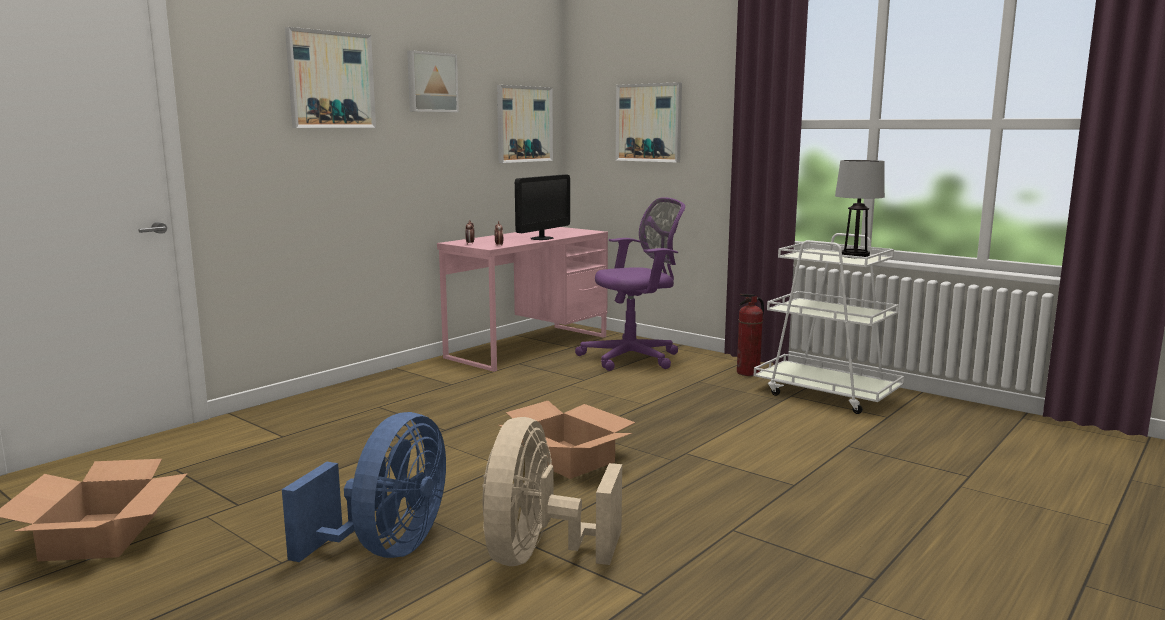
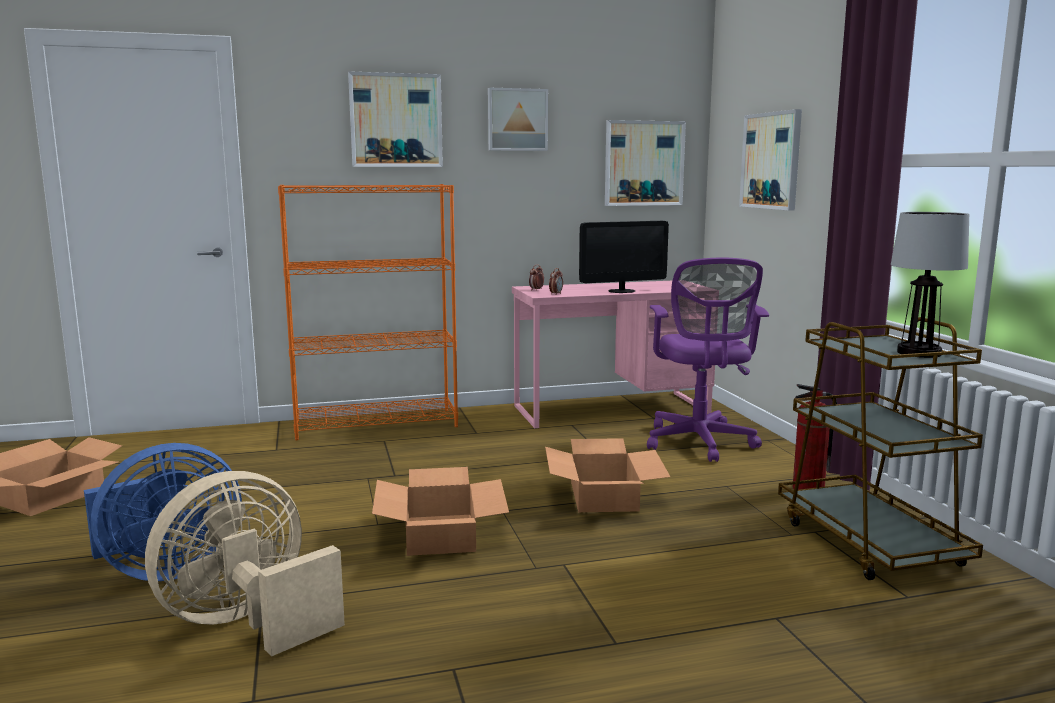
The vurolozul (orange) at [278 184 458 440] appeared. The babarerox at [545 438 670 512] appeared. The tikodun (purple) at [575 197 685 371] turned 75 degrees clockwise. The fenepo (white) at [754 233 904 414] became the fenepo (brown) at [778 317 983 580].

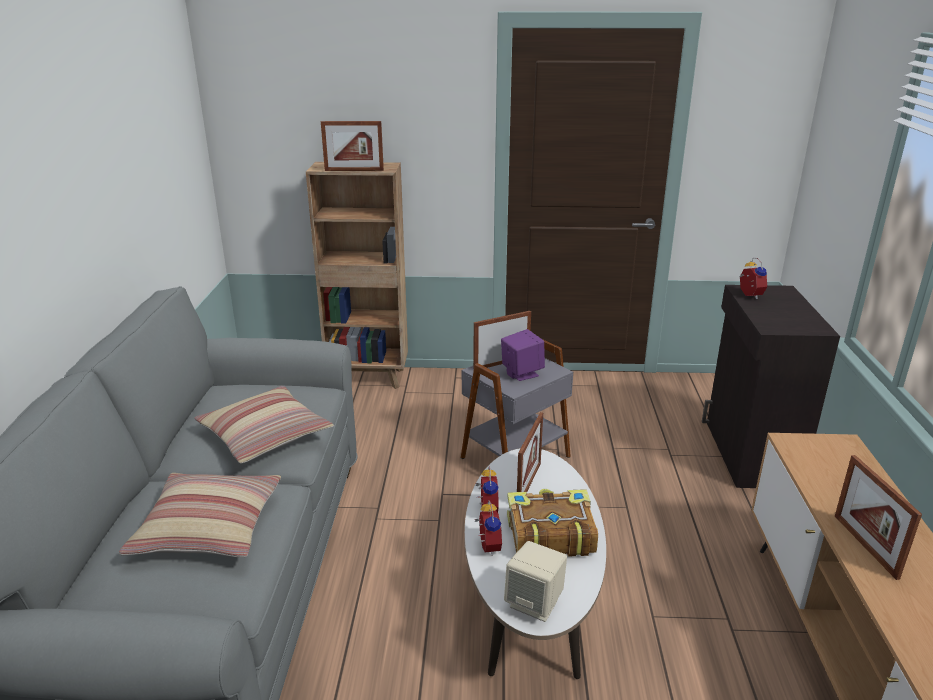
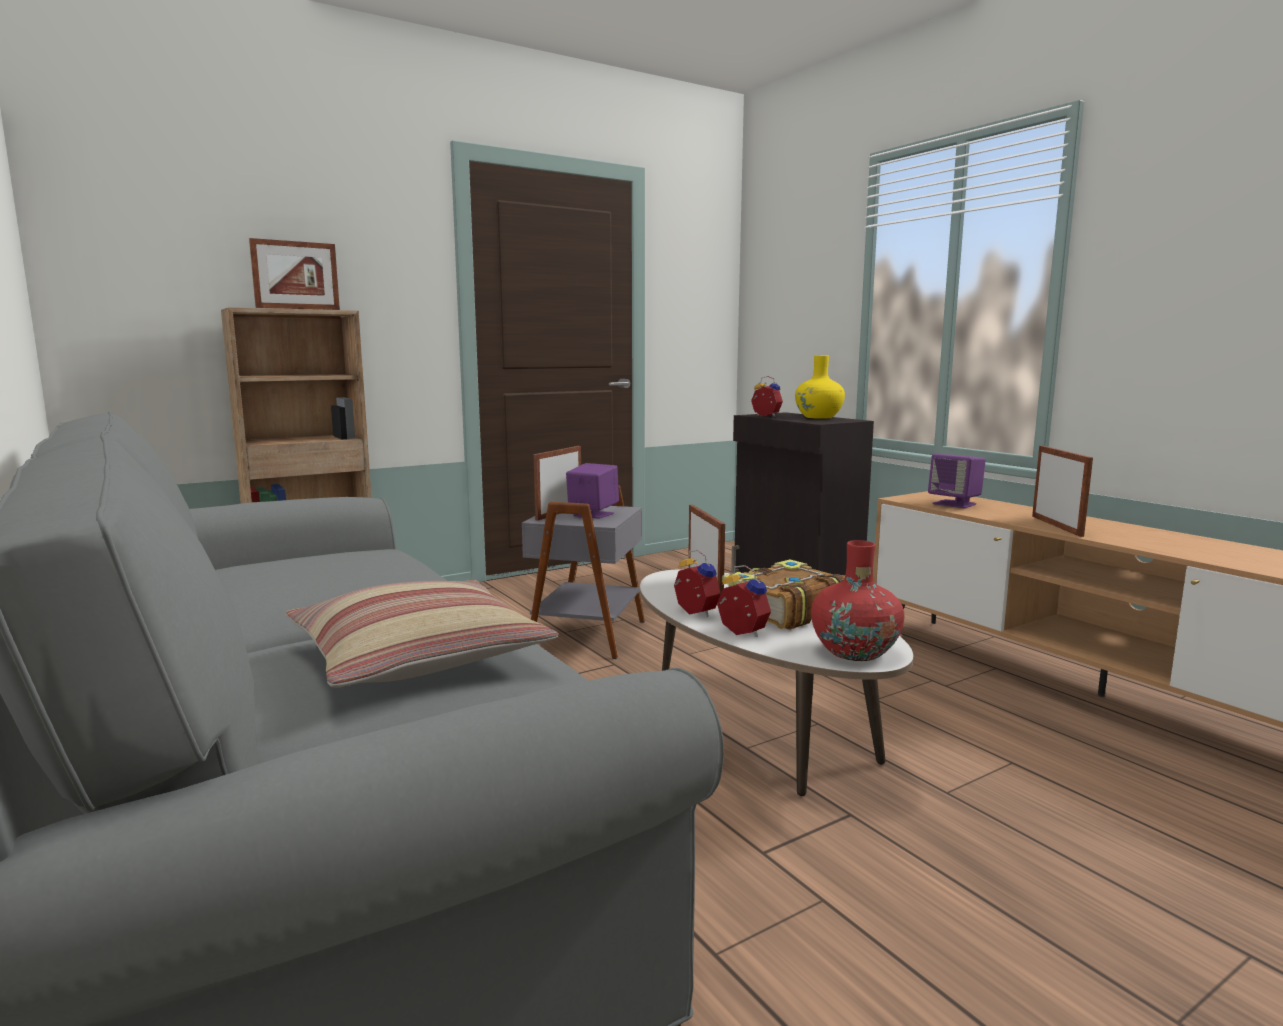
The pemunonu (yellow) at [795 355 845 419] appeared. The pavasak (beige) at [504 541 567 622] was replaced by the pemunonu (red) at [811 540 904 661]. The pavasak (purple) at [928 454 986 509] appeared. The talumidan at [835 455 922 580] turned 135 degrees counterclockwise. The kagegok at [194 386 334 463] disappeared.

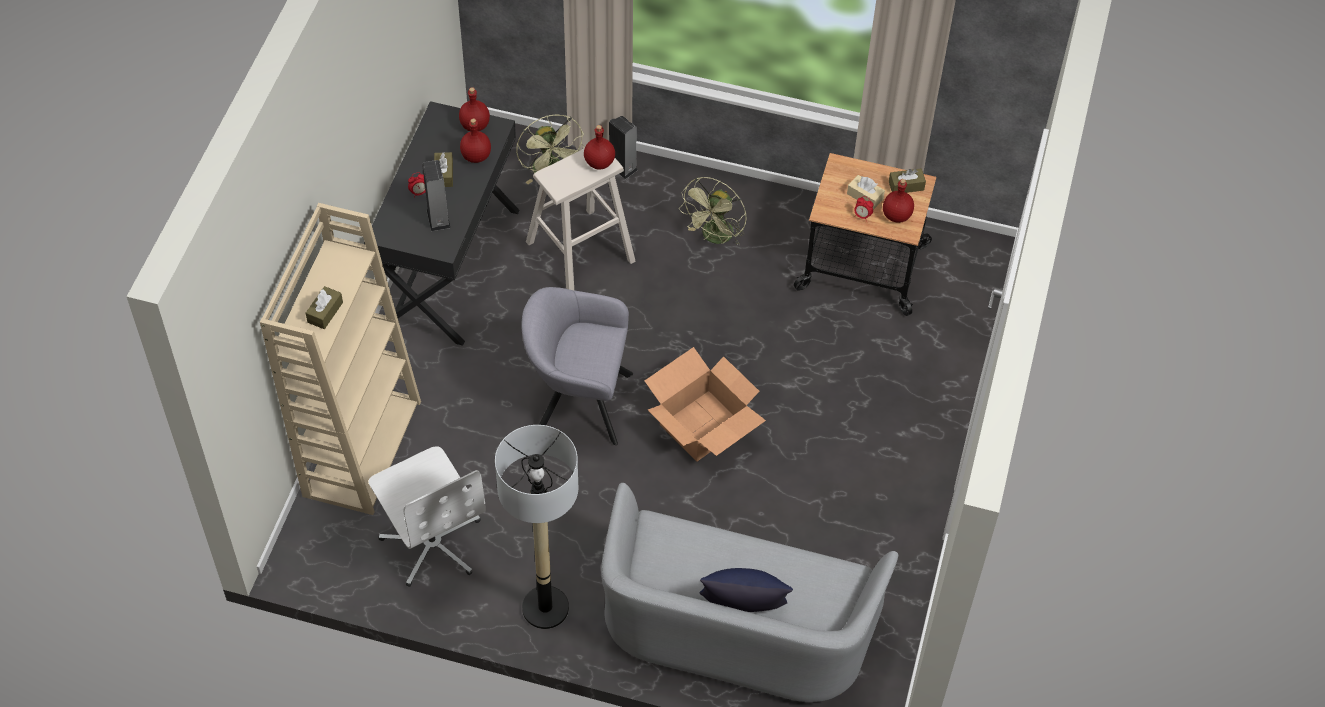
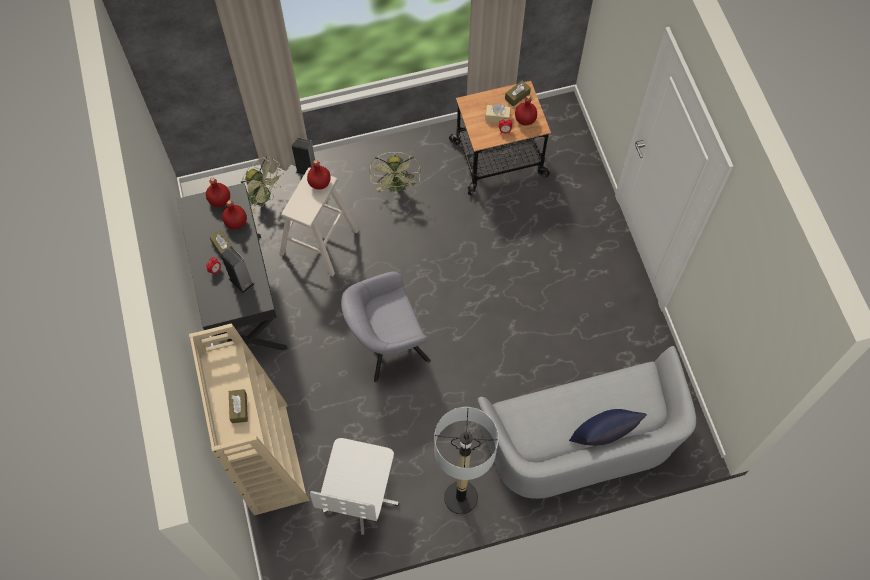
The tikodun (white) at [368 447 486 587] turned 75 degrees clockwise. The babarerox at [645 347 766 461] disappeared.

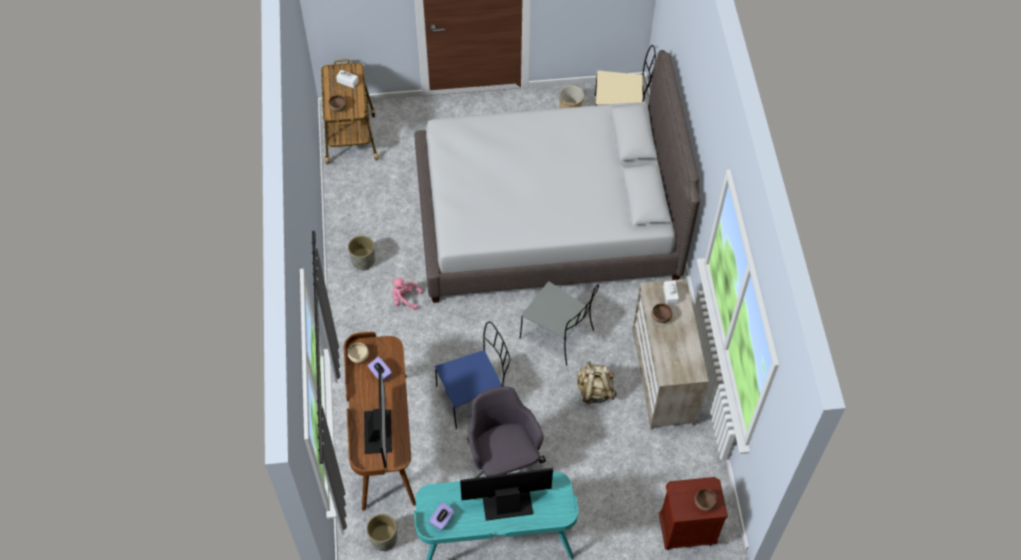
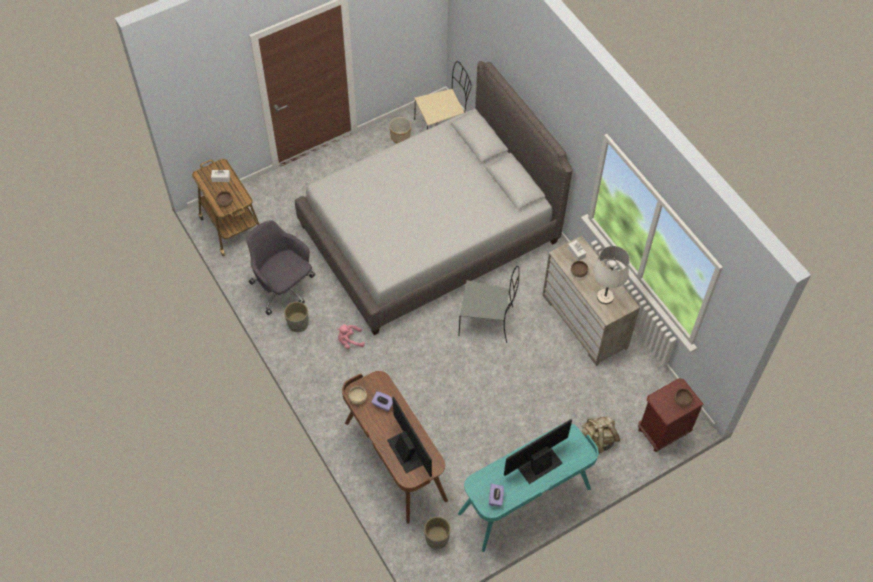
The tikodun (grey) moved from [467 386 546 478] to [247 220 315 315]. The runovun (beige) moved from [577 361 617 404] to [582 416 620 453]. The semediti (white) at [593 246 630 304] appeared. The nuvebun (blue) at [435 322 510 429] disappeared.

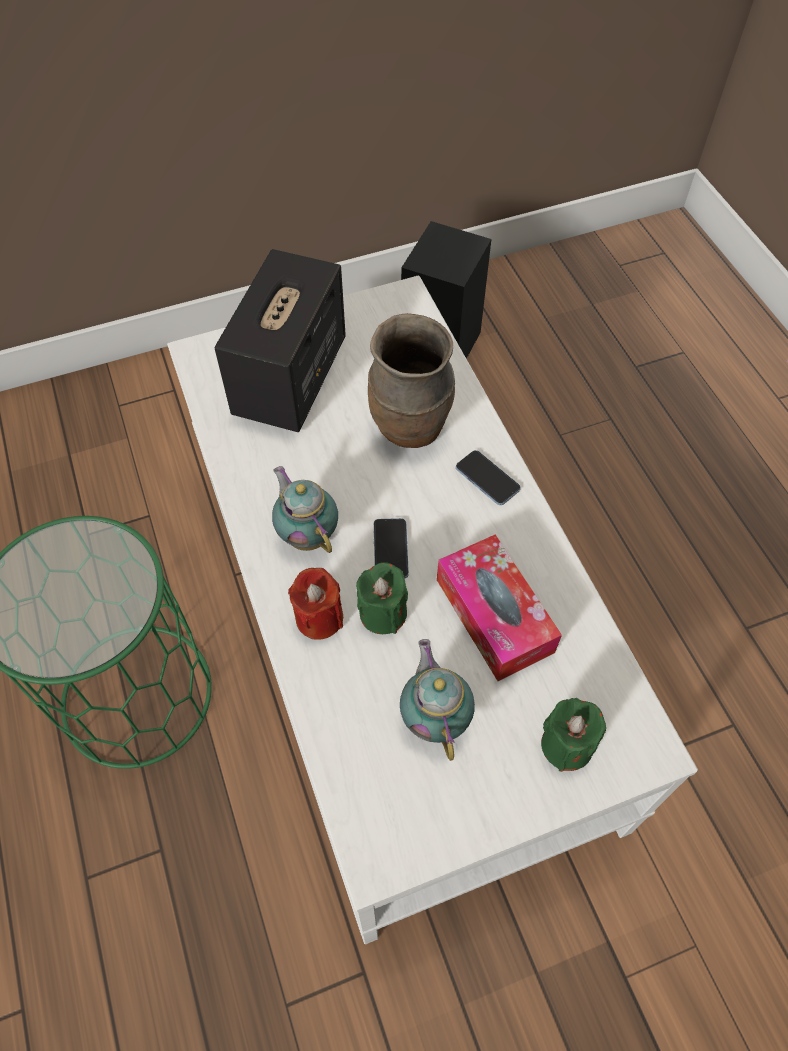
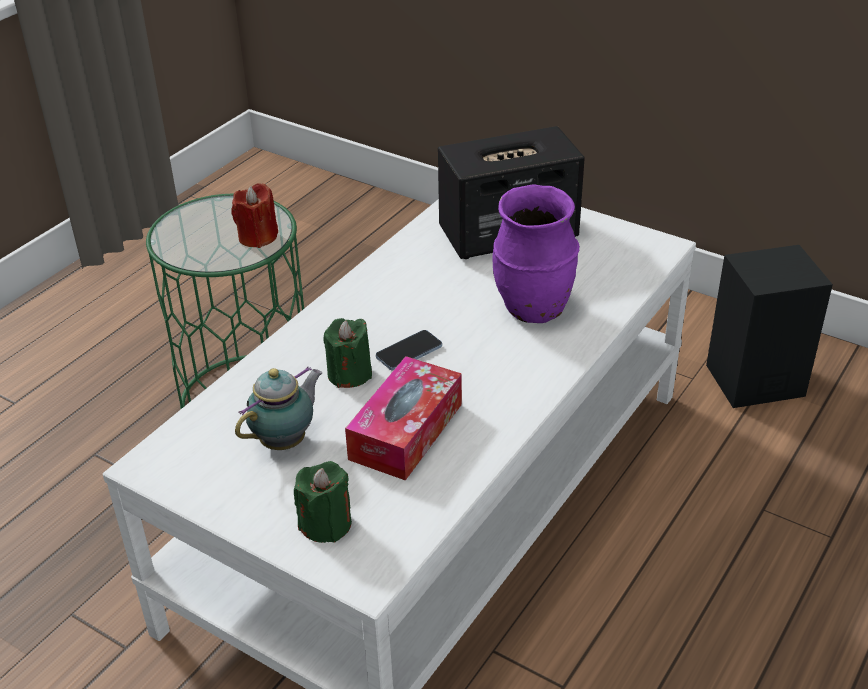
The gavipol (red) moved from [288 568 343 640] to [232 183 278 248]. The pemunonu (brown) at [368 313 455 448] became the pemunonu (purple) at [493 184 580 323]. The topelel at [272 466 338 553] disappeared. The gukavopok at [456 450 521 505] disappeared.

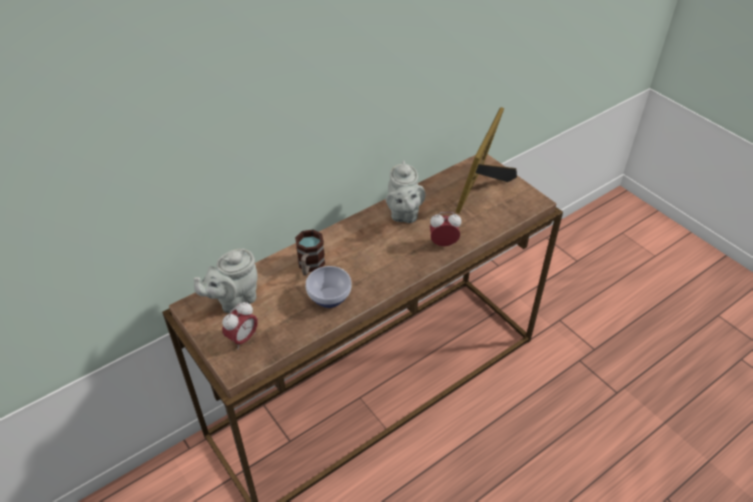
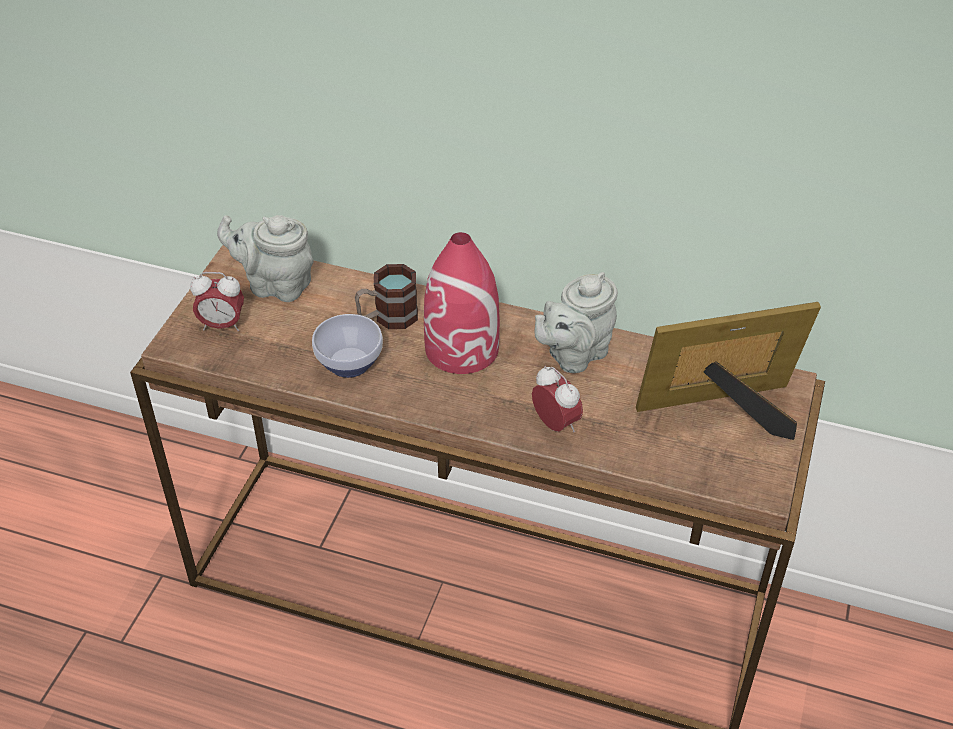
The pemunonu (red) at [424 232 500 374] appeared.

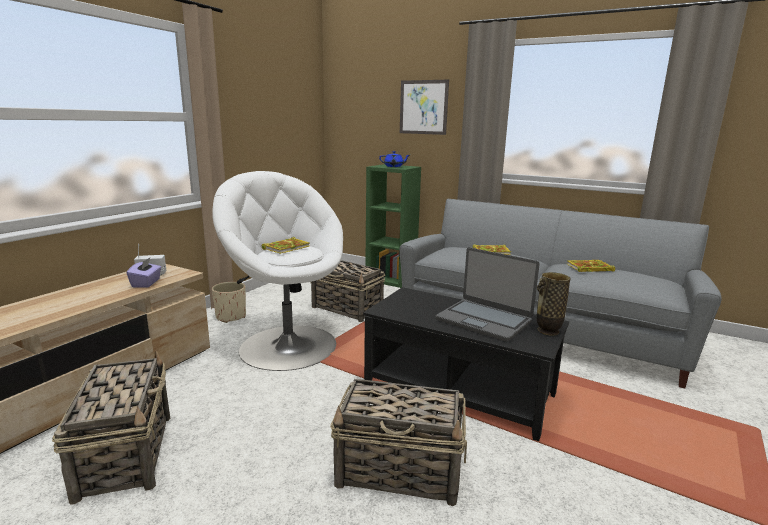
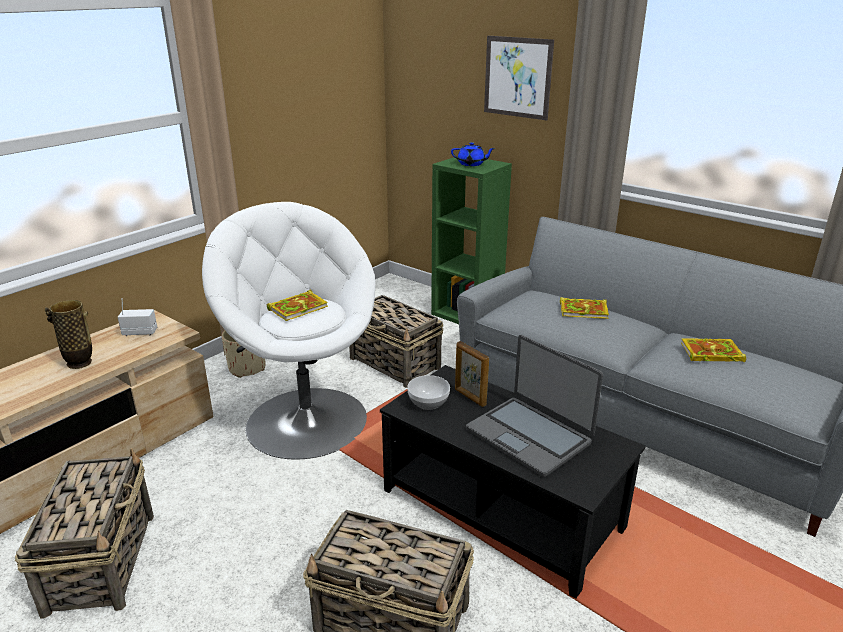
The pemunonu moved from [537 272 571 335] to [45 300 92 369]. The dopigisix at [407 375 450 410] appeared. The talumidan at [455 341 489 407] appeared. The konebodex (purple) at [127 258 161 287] disappeared.

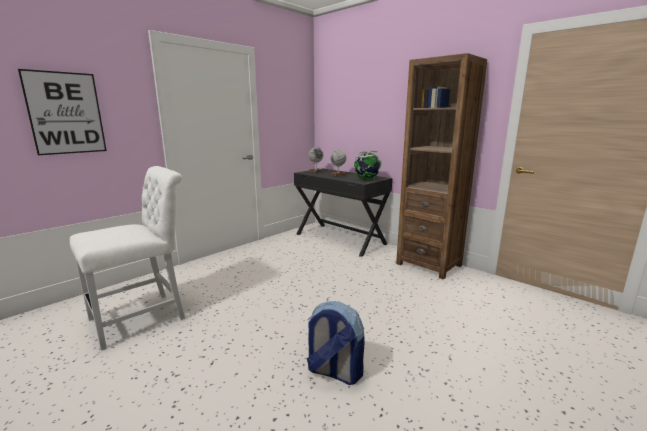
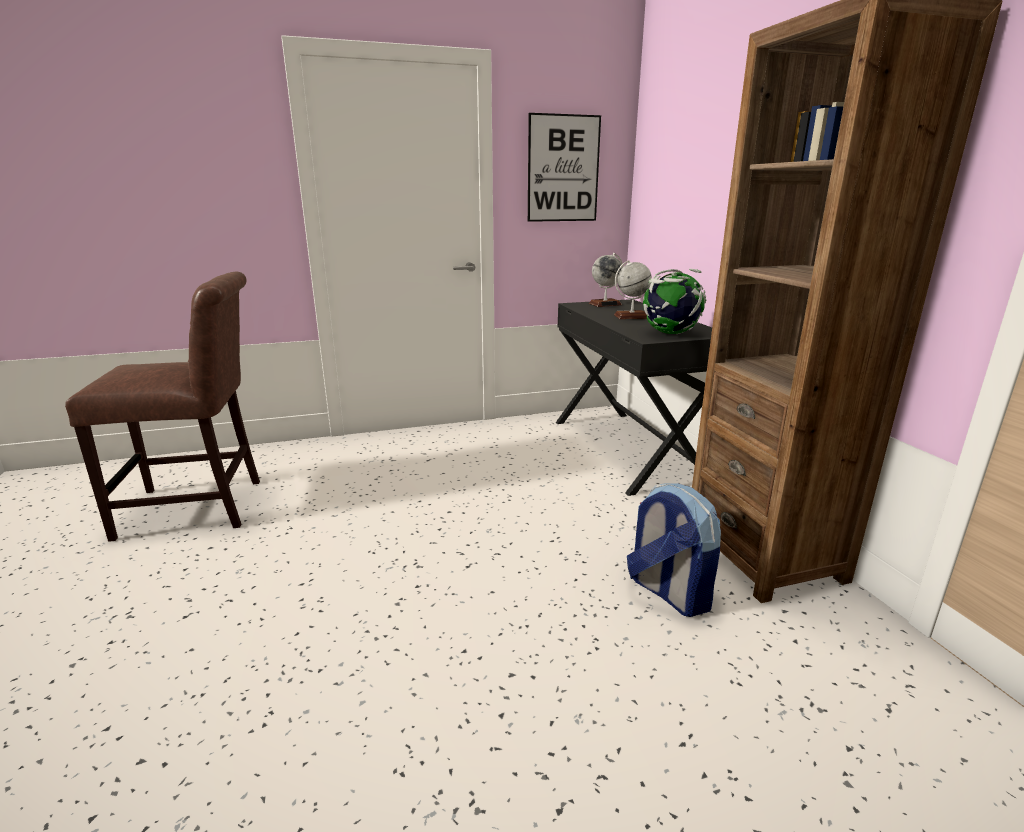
The nuvebun (white) at [70 166 185 351] became the nuvebun (brown) at [65 272 260 542]. The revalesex moved from [18 69 107 155] to [528 113 601 222]. The runovun moved from [307 301 365 385] to [627 483 721 617].

